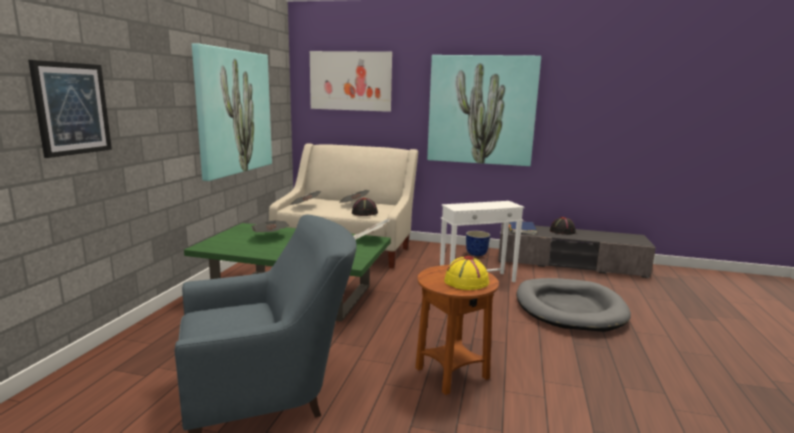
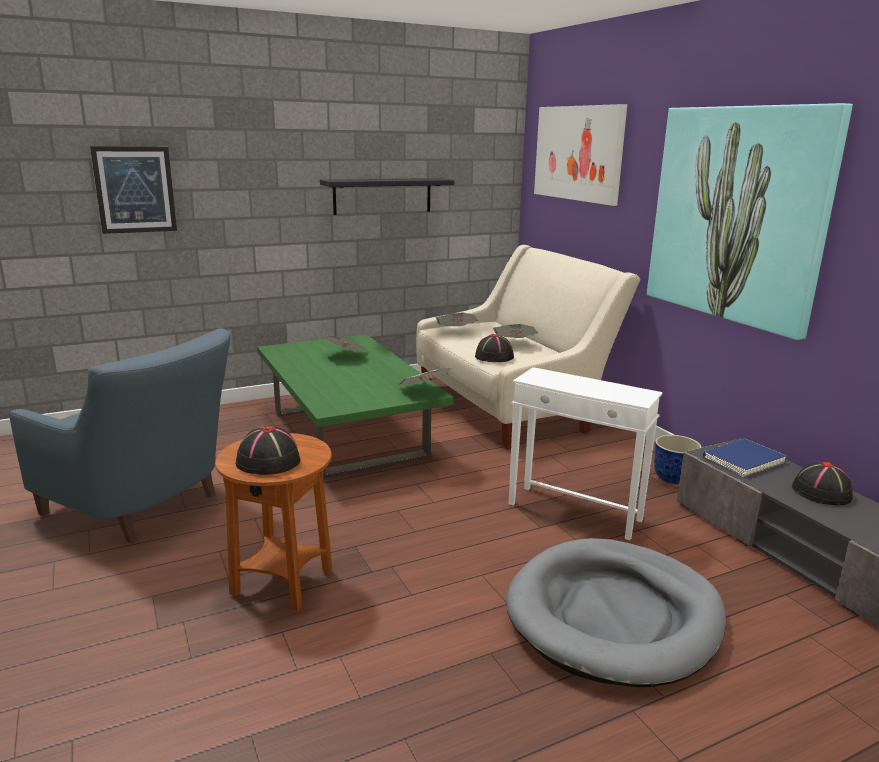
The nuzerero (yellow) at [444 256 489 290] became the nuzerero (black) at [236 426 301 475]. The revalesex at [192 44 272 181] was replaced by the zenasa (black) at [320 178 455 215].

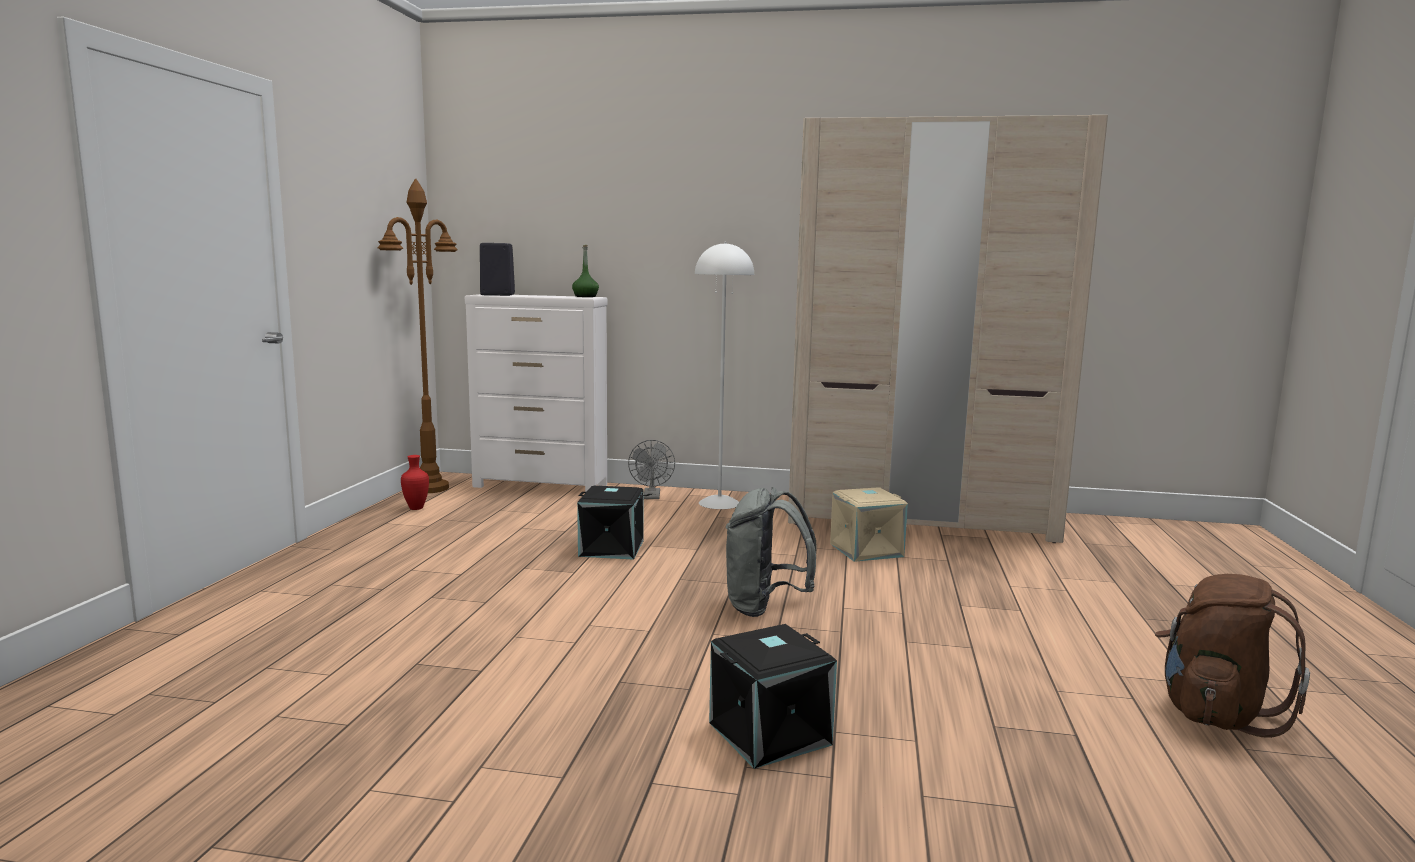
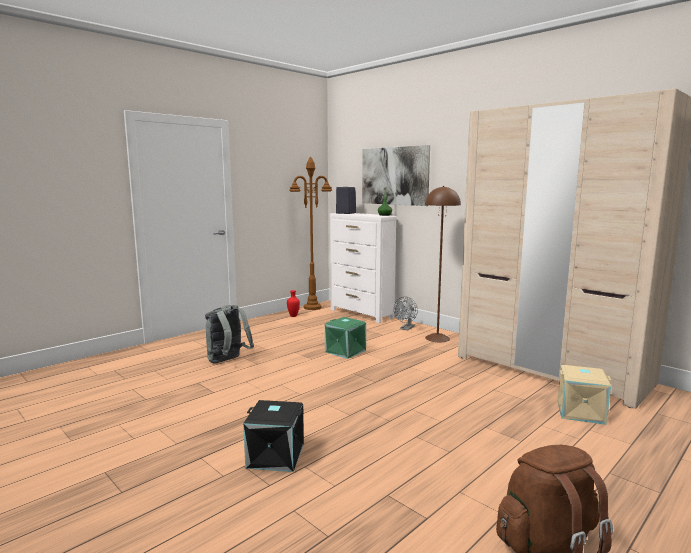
The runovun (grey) moved from [726 487 817 617] to [205 305 254 363]. The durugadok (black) at [577 486 644 560] became the durugadok (green) at [325 317 366 359]. The revalesex at [362 145 430 206] appeared. The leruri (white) at [695 242 754 509] became the leruri (brown) at [425 186 461 342]. The durugadok (beige) moved from [830 487 908 562] to [557 365 611 425].

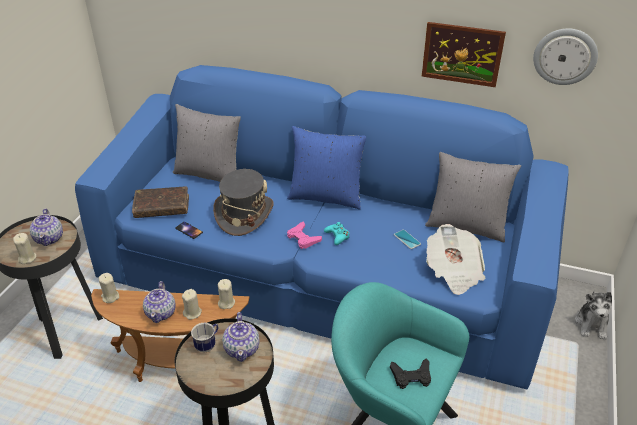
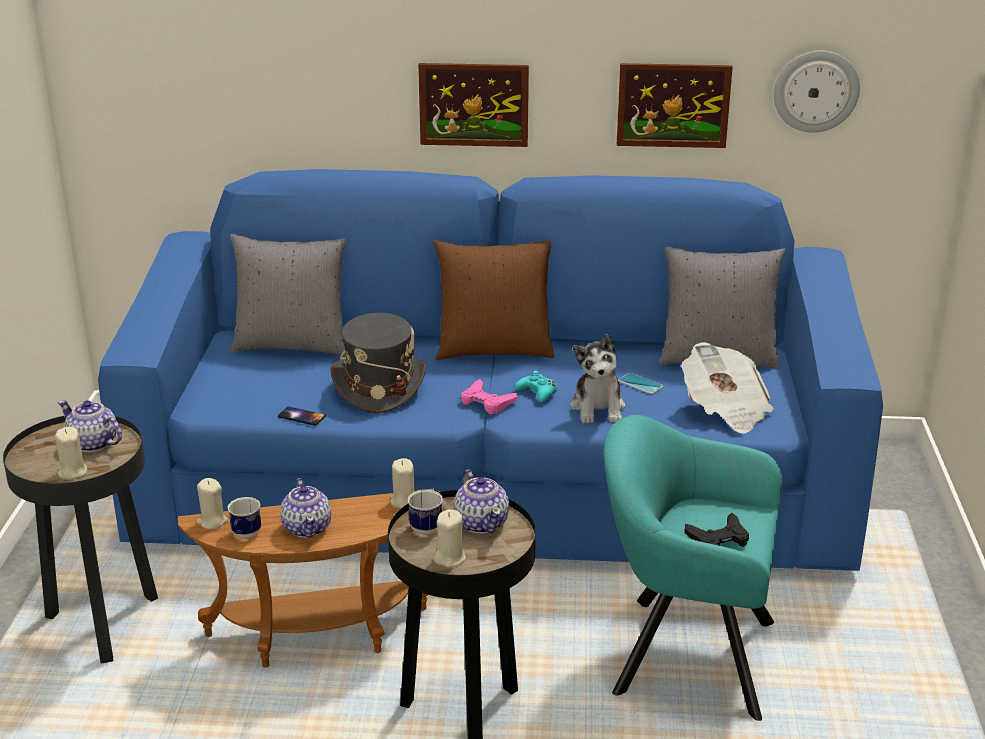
The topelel at [30 209 63 246] turned 150 degrees clockwise. The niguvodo at [228 497 261 539] appeared. The revalesex at [418 63 529 147] appeared. The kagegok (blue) at [287 126 366 209] became the kagegok (brown) at [433 240 554 360]. The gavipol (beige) moved from [182 289 202 320] to [433 509 466 568]. The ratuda moved from [575 291 612 340] to [571 334 626 423]. The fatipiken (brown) at [132 187 189 218] disappeared.

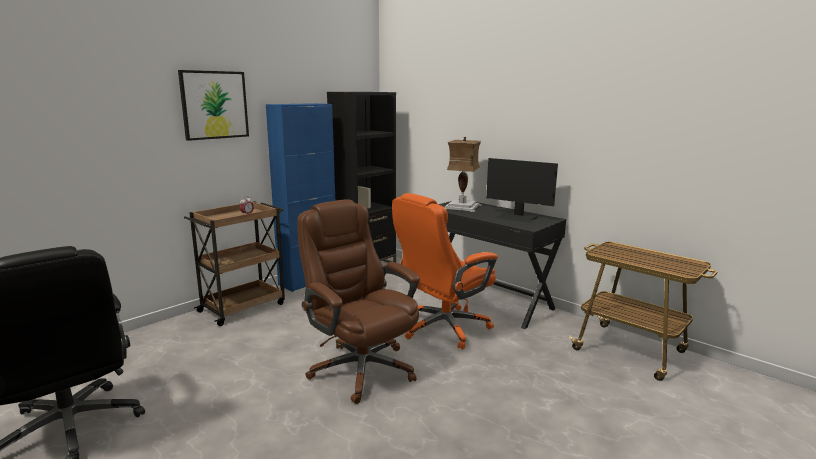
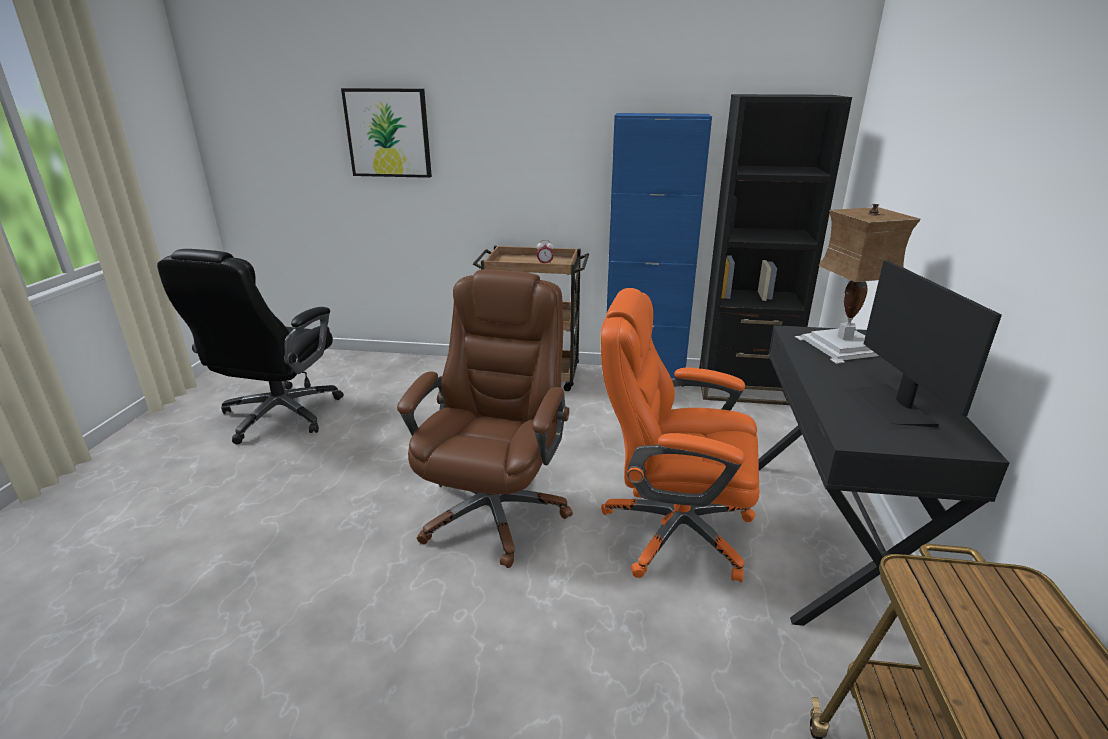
The revalesex moved from [178 70 249 141] to [341 88 432 178].

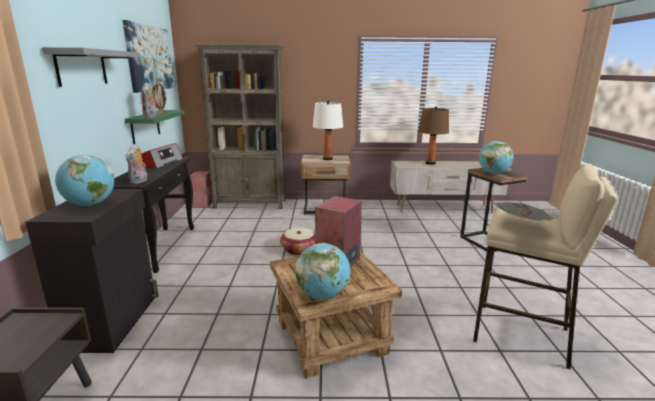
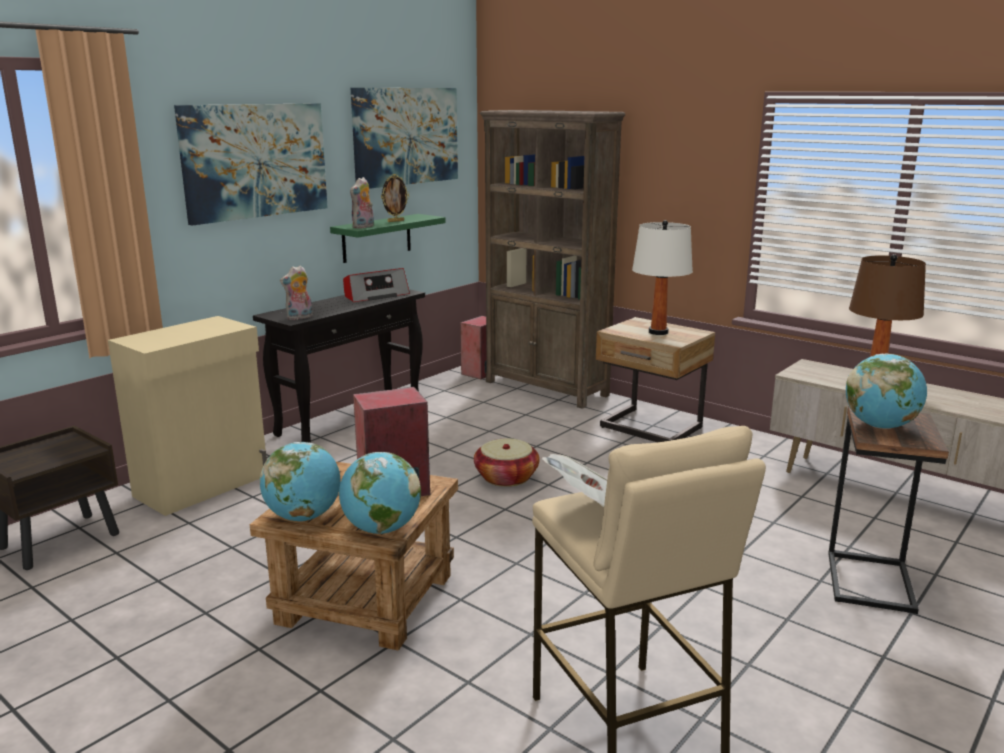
The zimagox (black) at [25 189 159 353] became the zimagox (beige) at [108 316 267 516]. The zenasa (grey) at [42 47 140 87] was replaced by the revalesex at [174 103 328 226]. The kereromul moved from [55 155 114 206] to [339 452 421 534].

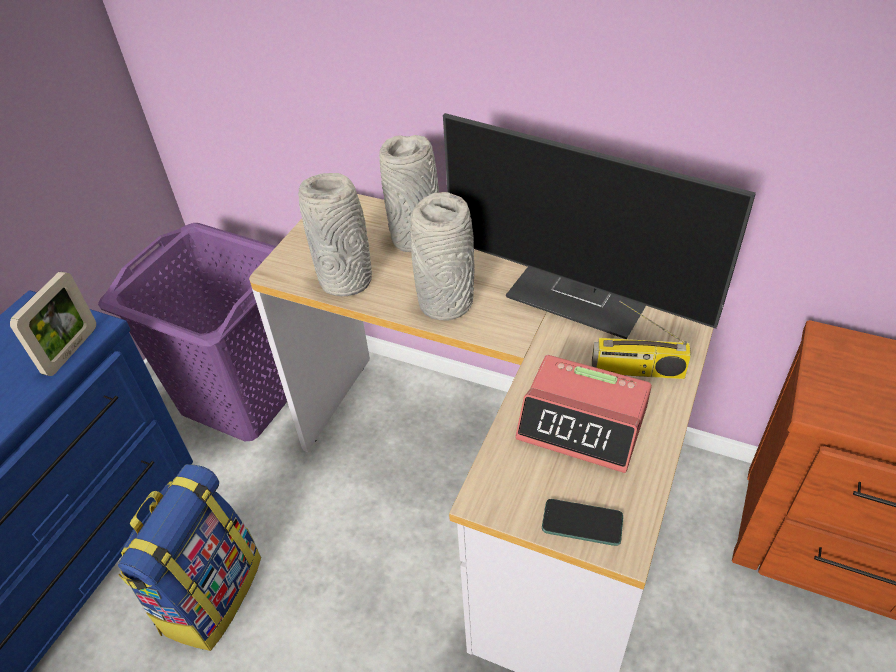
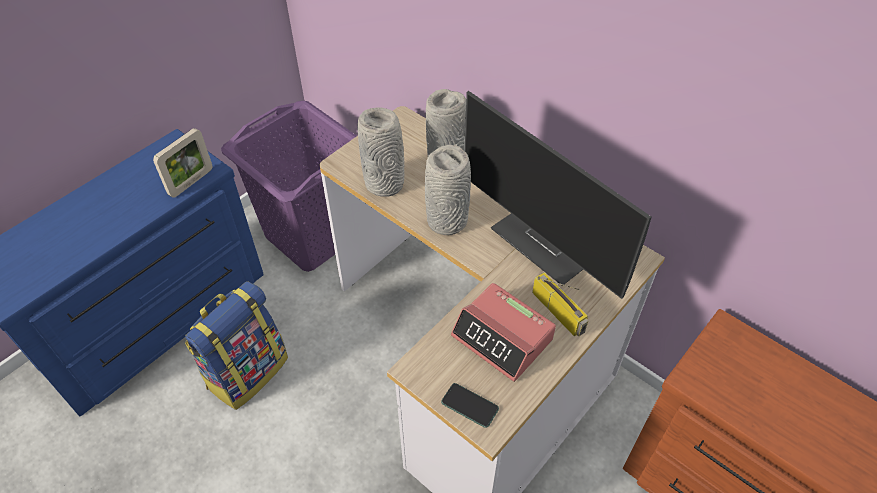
The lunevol at [592 301 691 379] turned 150 degrees counterclockwise.

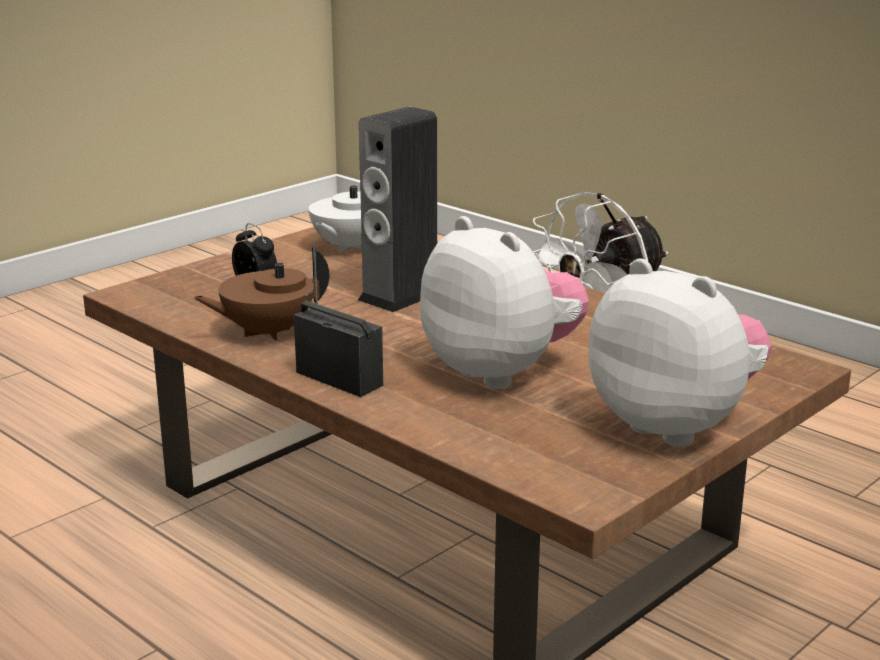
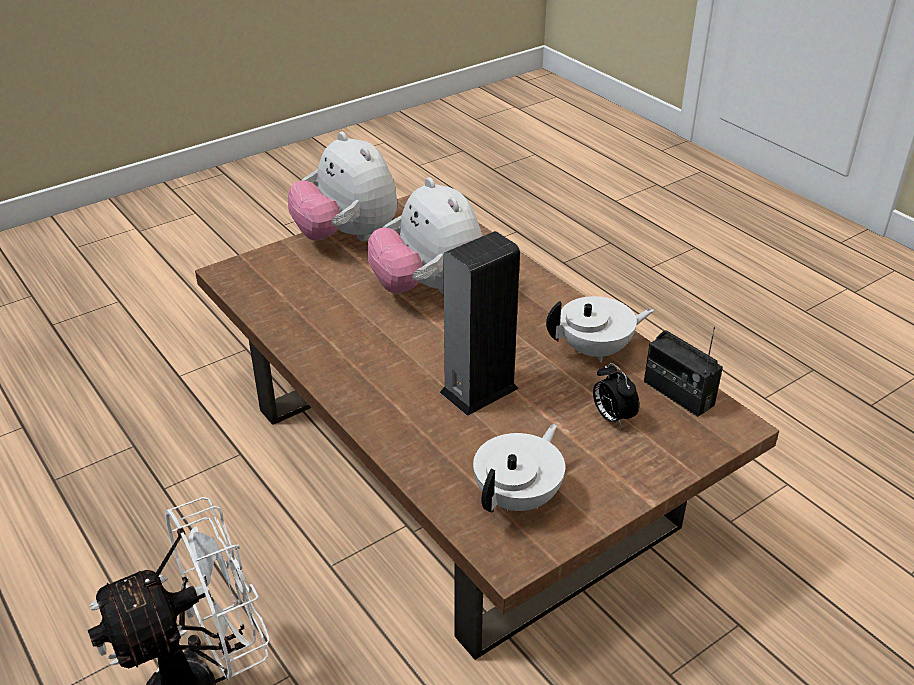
The topelel (brown) at [193 248 329 340] became the topelel (white) at [546 296 654 363]. The lunevol moved from [294 241 383 397] to [644 327 723 417].

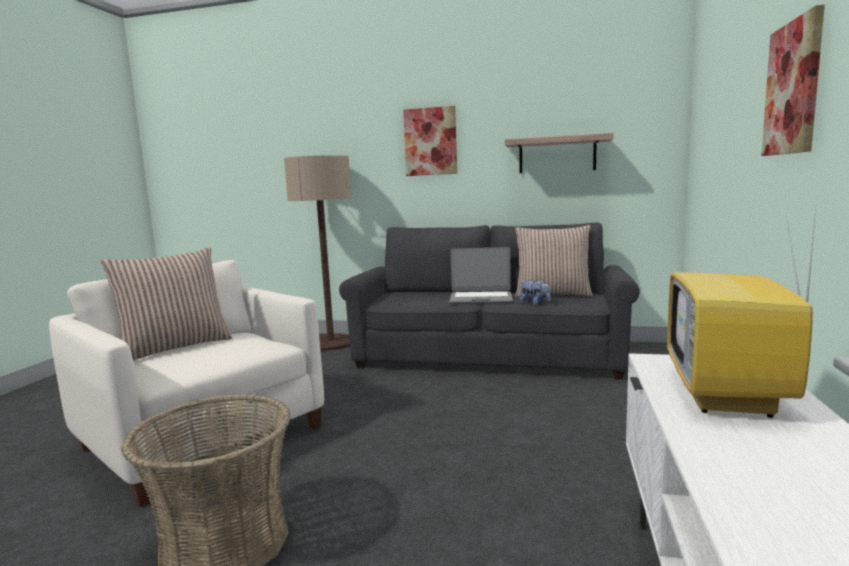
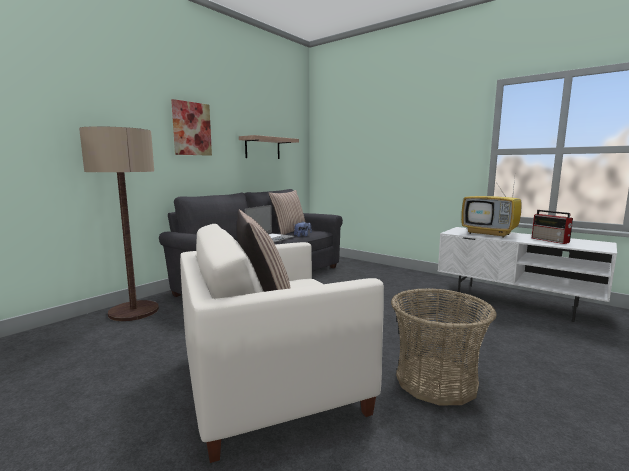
The lunevol at [532 210 573 244] appeared. The revalesex at [761 5 825 156] disappeared.

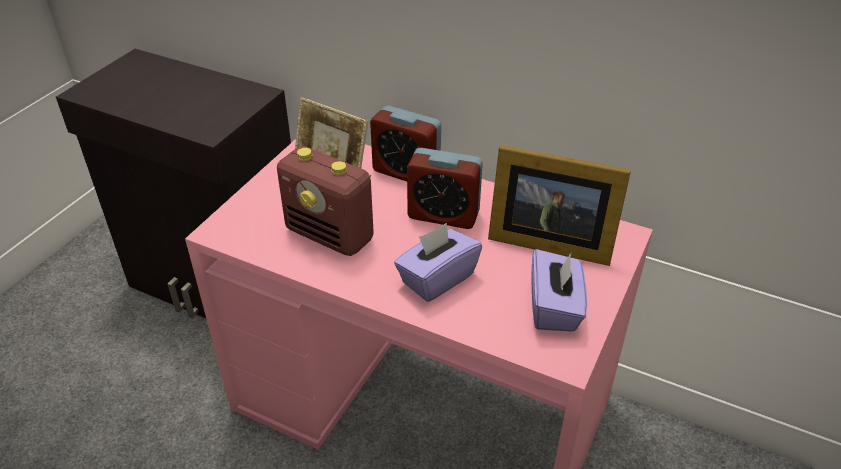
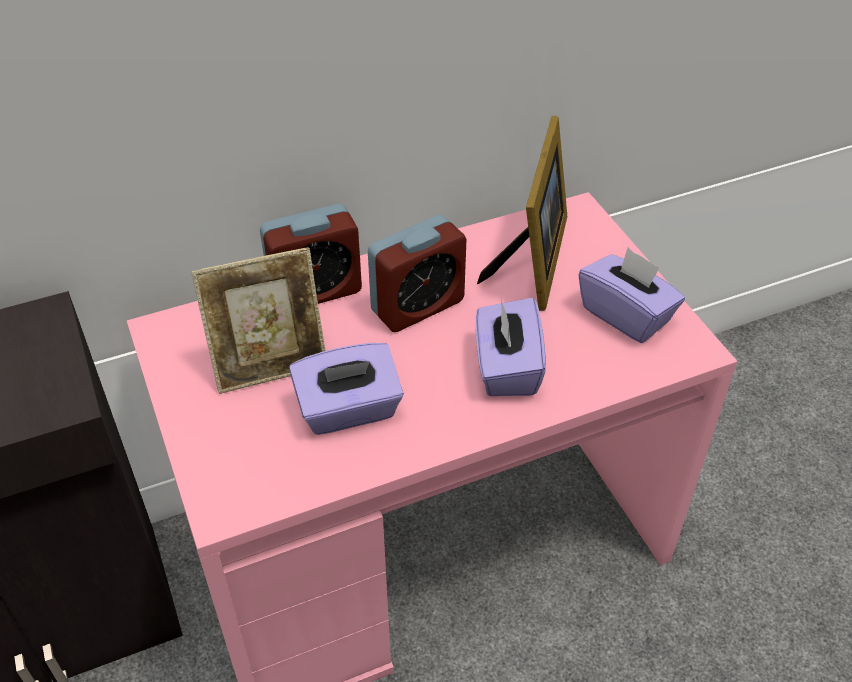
The lunevol at [277 146 374 256] was replaced by the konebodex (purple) at [289 343 404 435]. The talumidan at [488 145 631 266] turned 45 degrees counterclockwise.

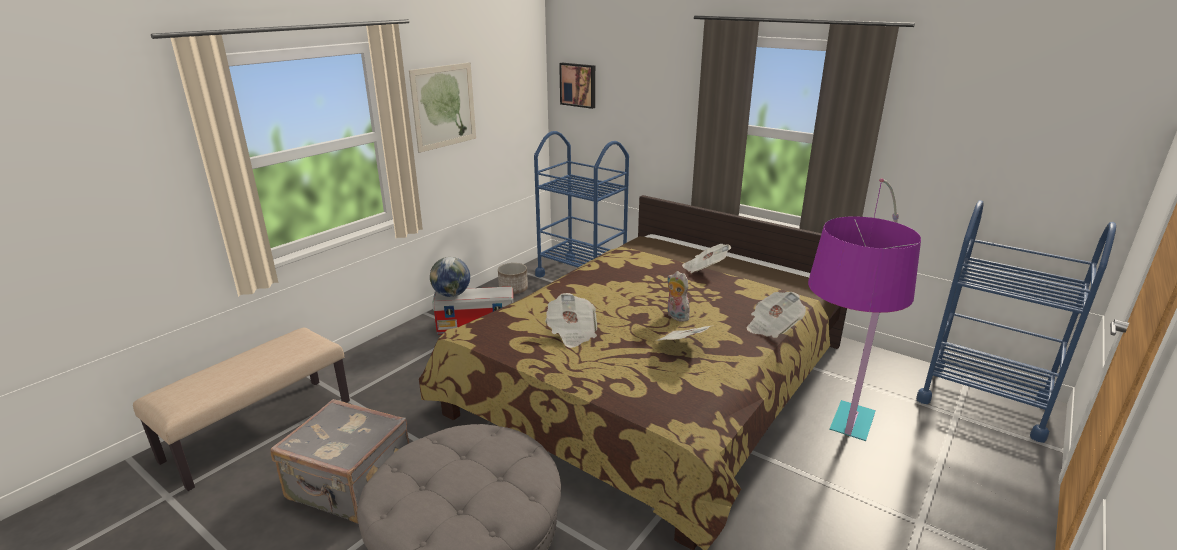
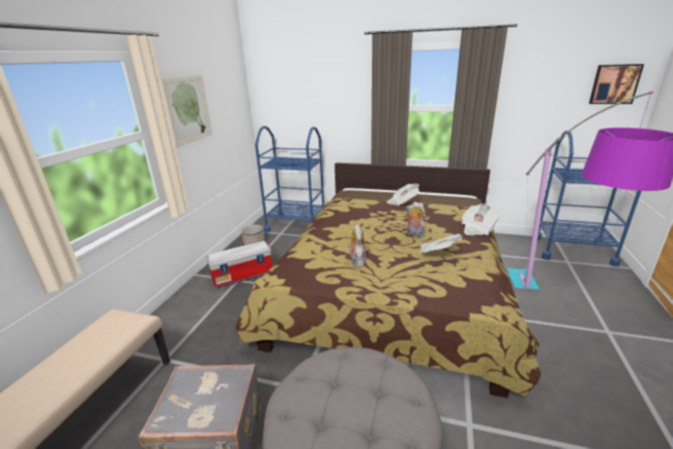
The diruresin at [545 293 597 348] was replaced by the ratuda at [348 225 366 267]. The revalesex moved from [559 63 595 109] to [589 64 644 104]. The kereromul at [430 257 470 297] disappeared.

